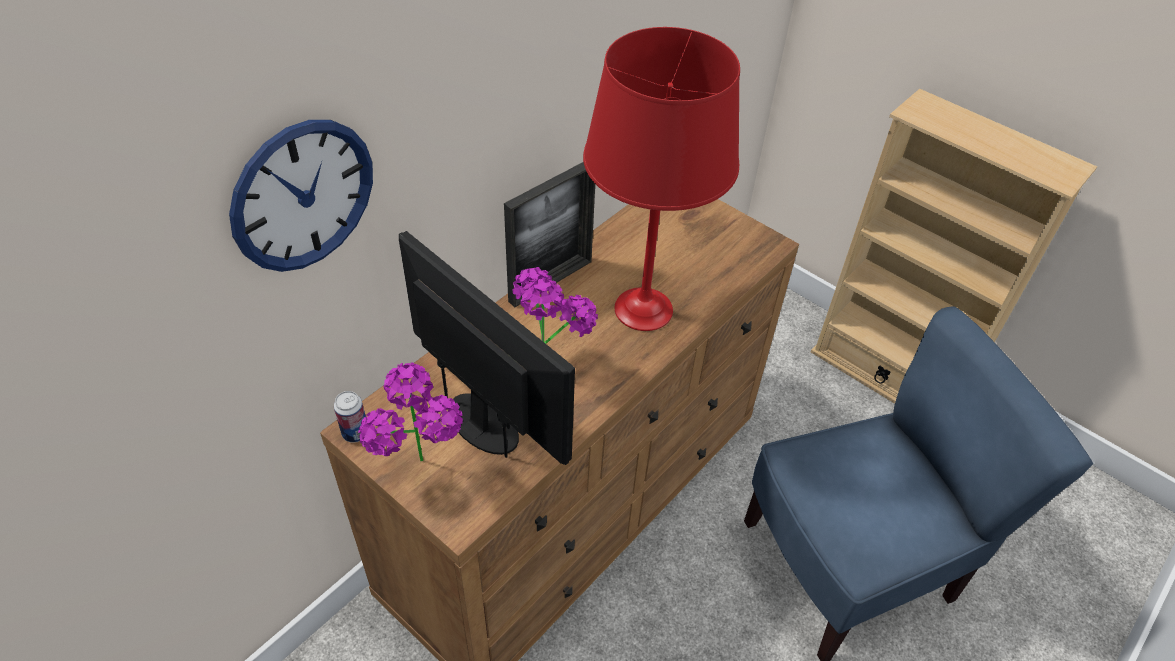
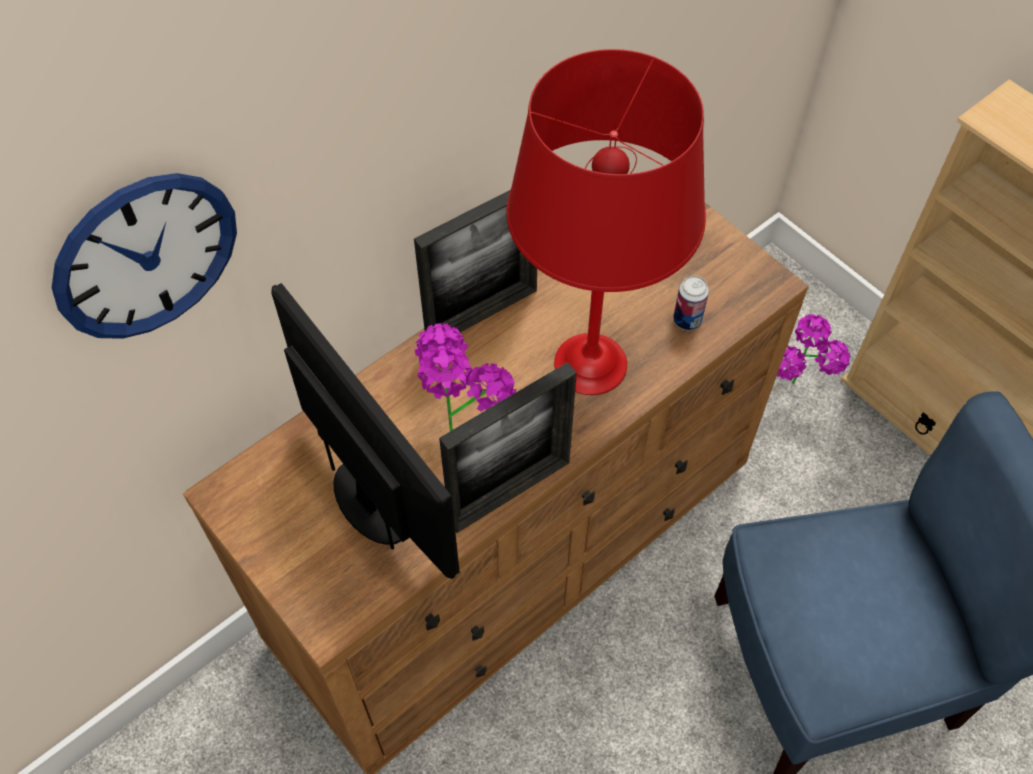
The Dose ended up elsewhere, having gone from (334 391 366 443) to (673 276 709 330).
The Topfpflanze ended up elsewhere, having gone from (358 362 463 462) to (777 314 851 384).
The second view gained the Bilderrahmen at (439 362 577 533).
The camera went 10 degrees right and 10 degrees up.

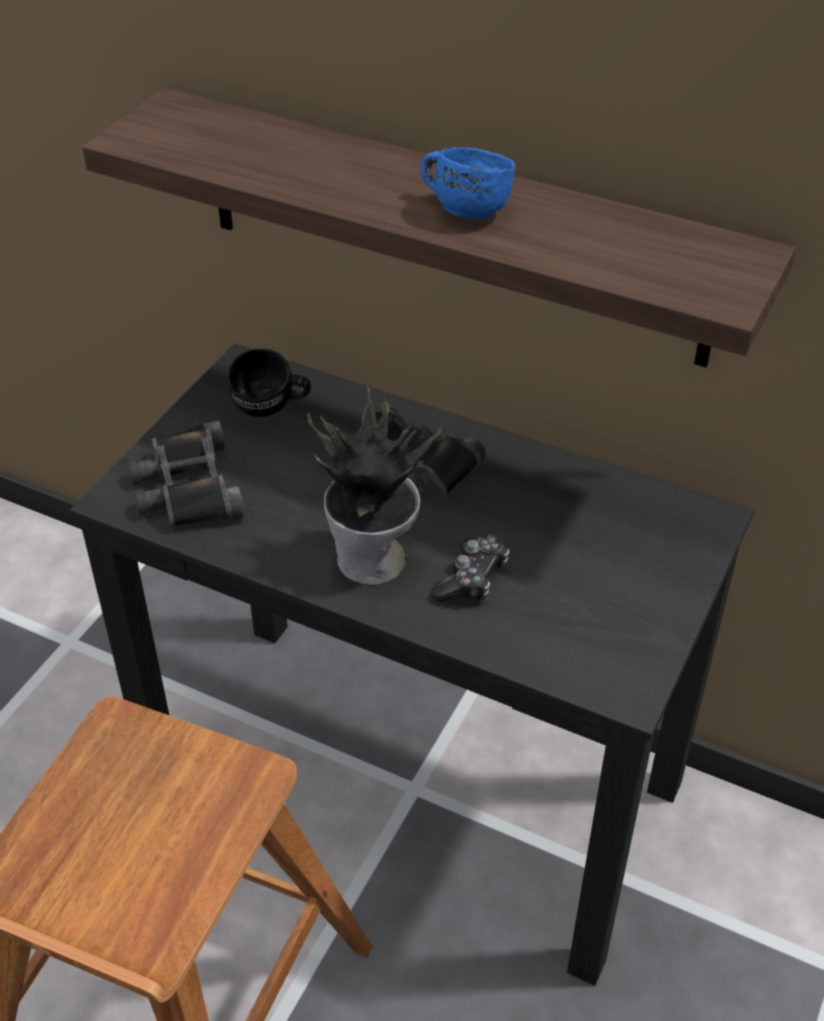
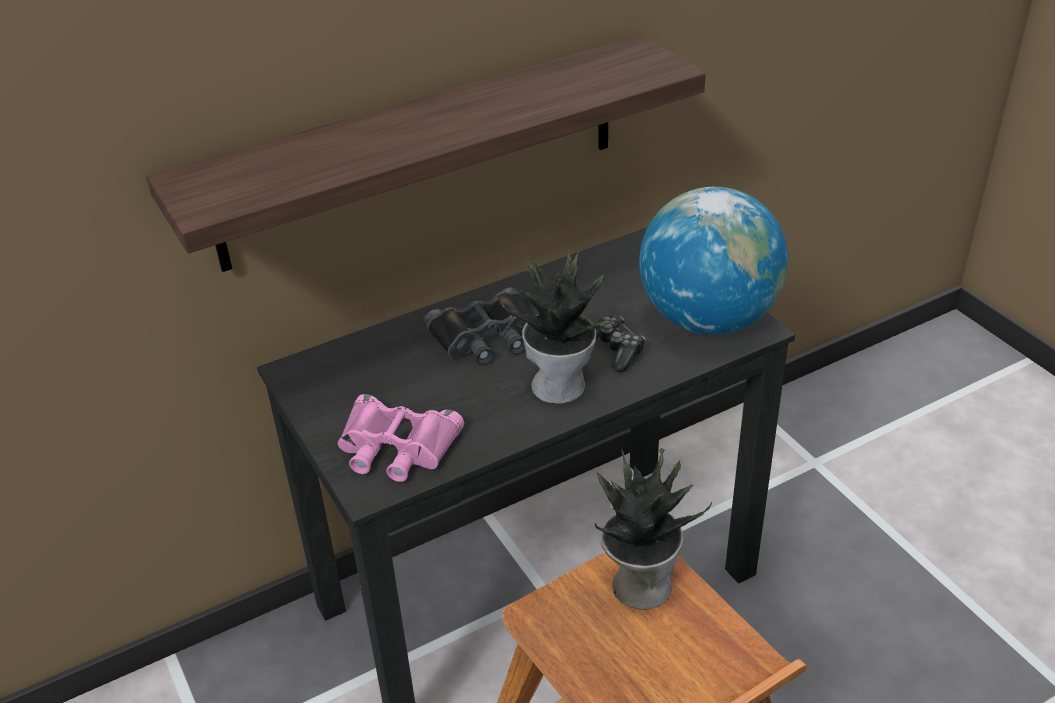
What was the Fernglas/schwarz at (129 420 244 527) turned into the Fernglas/rosa at (338 394 464 482).
The second view lost the Henkelbecher/schwarz at (227 349 311 417).
The second view lost the Henkelbecher/blau at (421 147 515 220).
The second view gained the Topfpflanze at (595 448 712 610).
The second view gained the Globus at (639 187 788 335).
The camera went 55 degrees left and 5 degrees down.

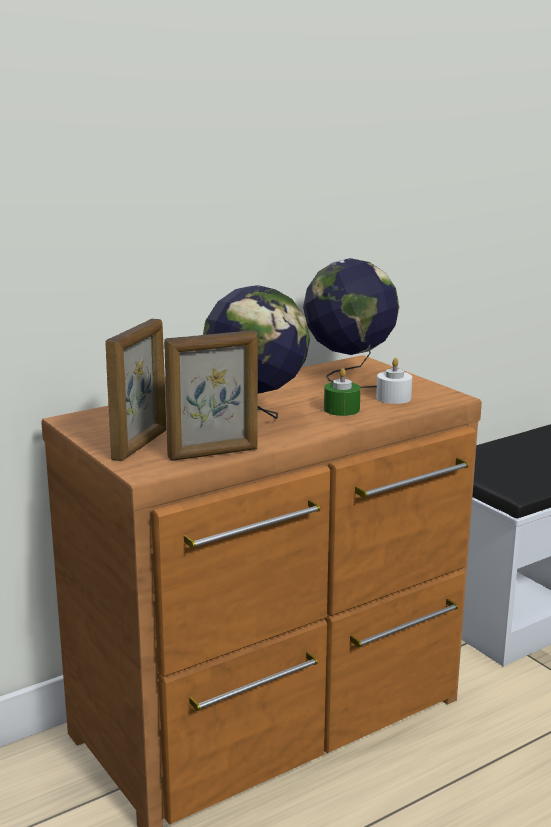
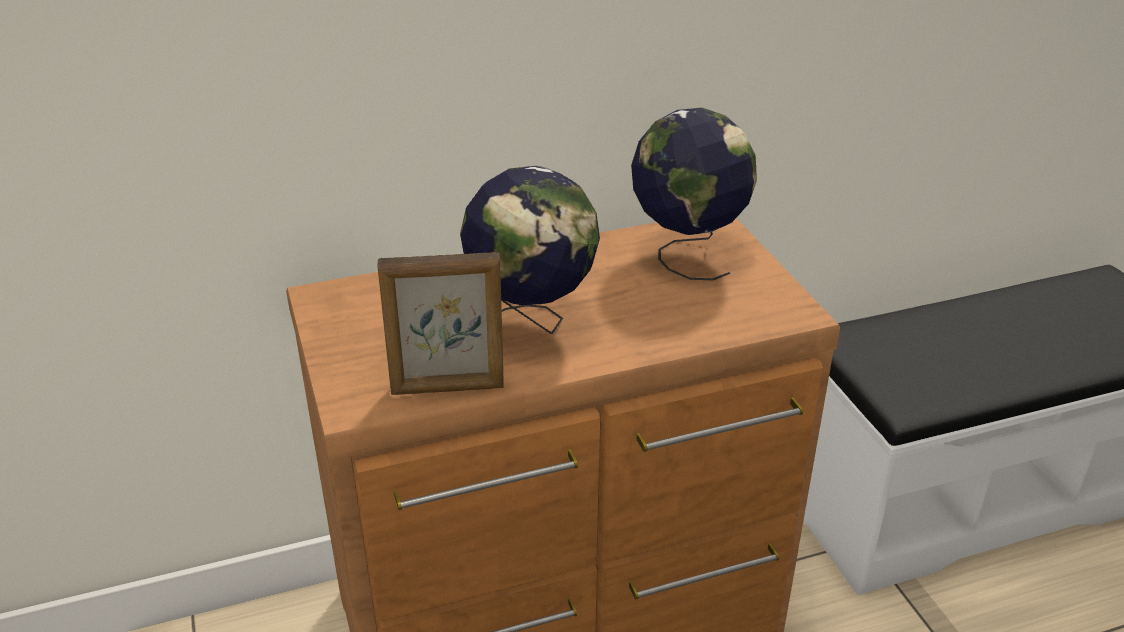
The second view lost the Bilderrahmen at (105 319 166 461).
The second view lost the Kerze/grün at (324 368 361 416).
The second view lost the Kerze/weiß at (376 358 412 404).
The camera went 15 degrees right and 15 degrees up.

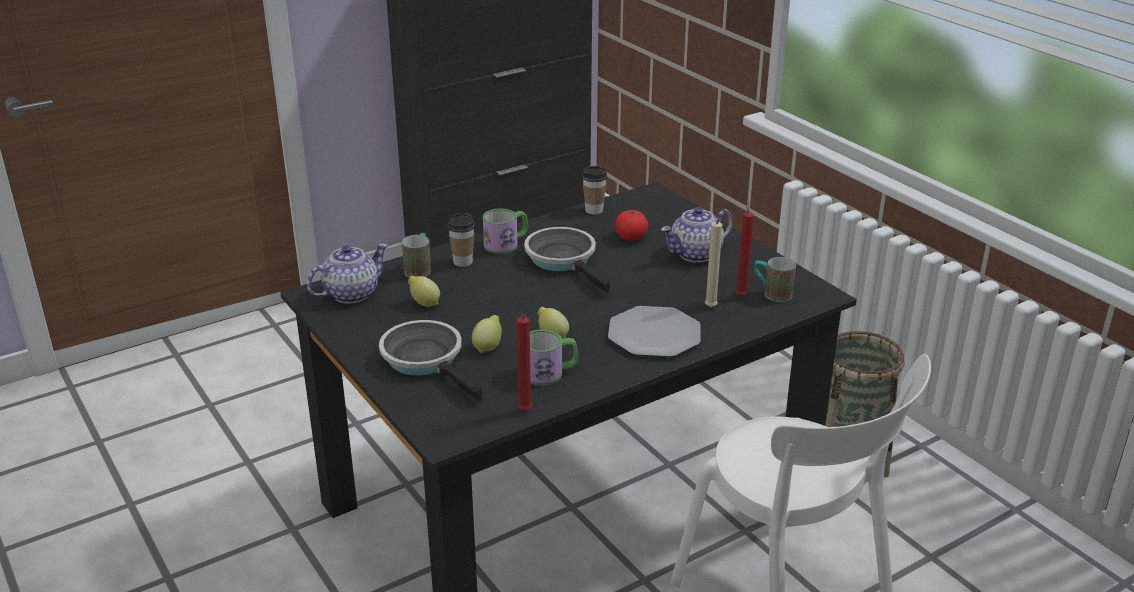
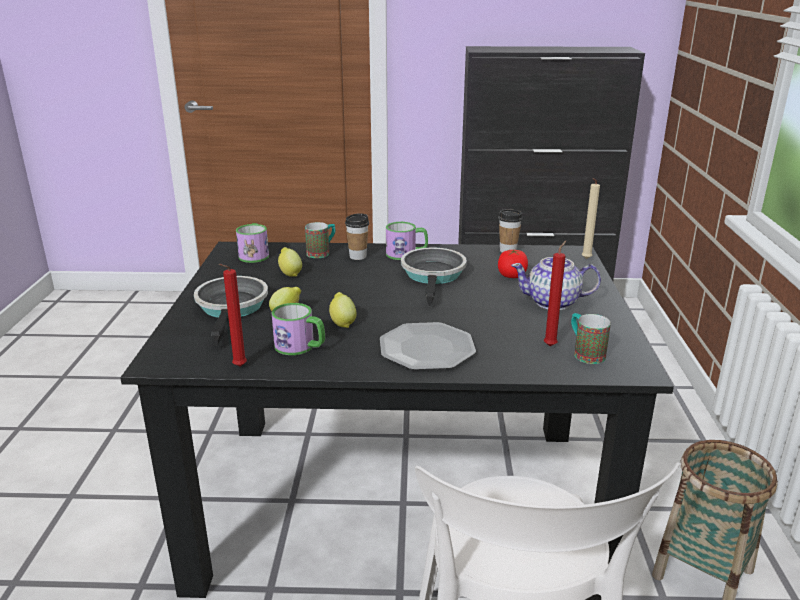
Where the Teekanne stood at (307 243 388 304), the Henkelbecher came to stand at (236 223 269 263).
The Kerze/beige ended up elsewhere, having gone from (705 219 722 308) to (582 178 600 259).
The camera went 35 degrees right and 5 degrees down.

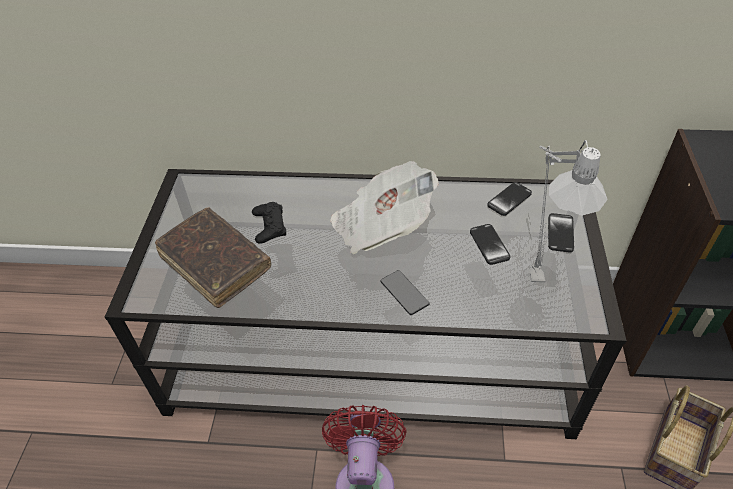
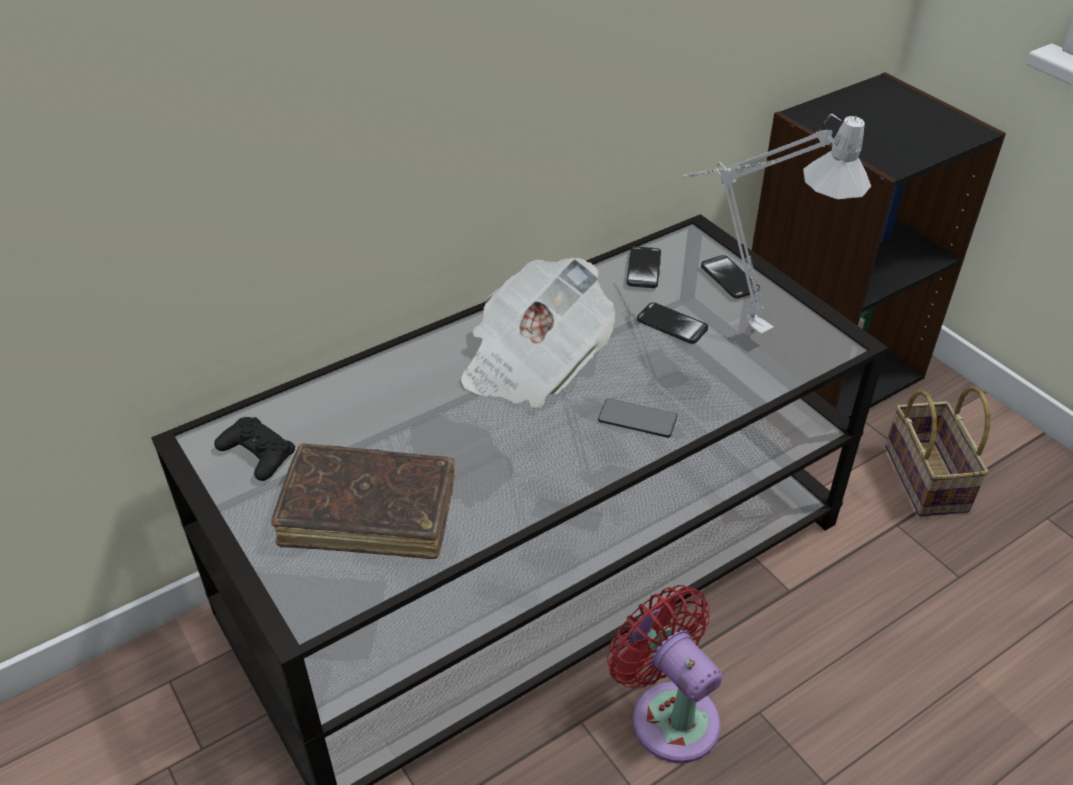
The Gamepad/schwarz ended up elsewhere, having gone from (252 202 286 244) to (214 417 295 481).
The camera went 40 degrees left and 5 degrees down.

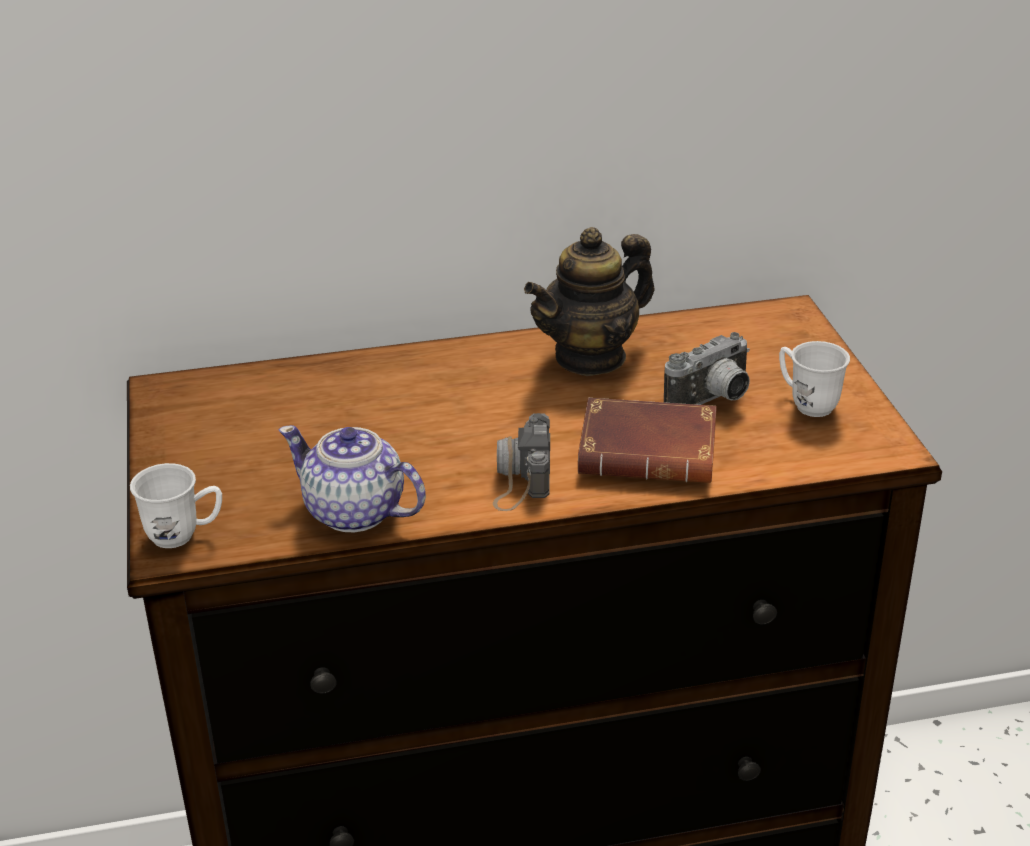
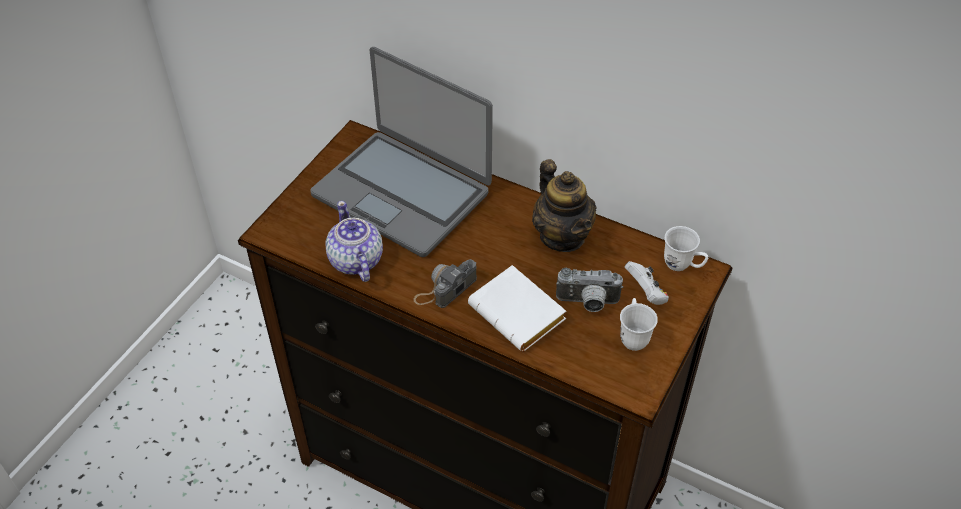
The Henkelbecher/weiß ended up elsewhere, having gone from (130 463 222 548) to (664 226 708 271).
The Teekanne at (524 227 655 376) ended up facing another way, 120 degrees counterclockwise from before.
What was the Buch/braun at (578 398 717 483) turned into the Buch/weiß at (468 265 566 352).
The second view gained the Laptop at (310 47 493 257).
The second view gained the Gamepad/weiß at (624 261 669 305).
The camera went 40 degrees right and 15 degrees up.

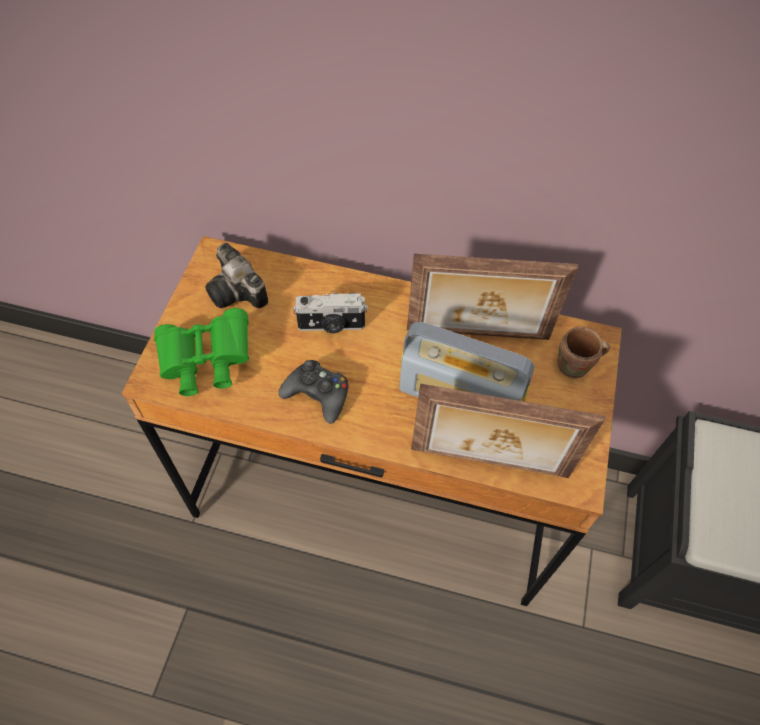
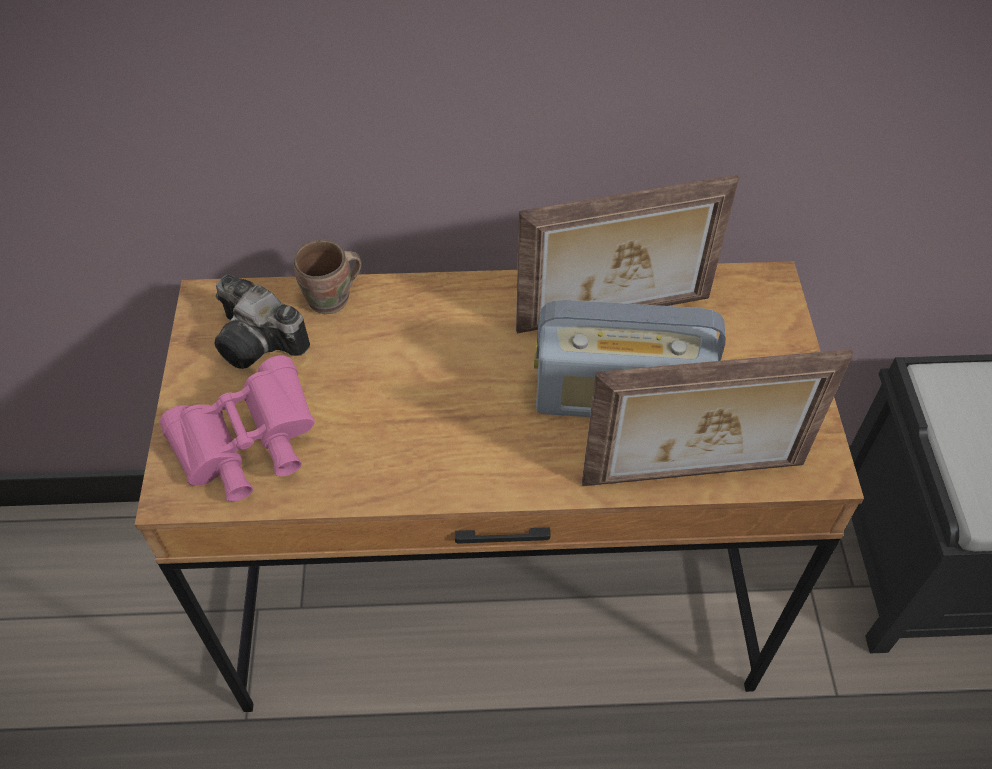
What was the Fernglas/grün at (154 308 249 396) turned into the Fernglas/rosa at (160 355 315 502).
The second view lost the Gamepad/schwarz at (278 360 348 424).
The second view lost the Kamera at (293 293 368 333).
The Henkelbecher/braun ended up elsewhere, having gone from (558 327 610 379) to (294 240 362 314).
The camera went 15 degrees left and 5 degrees down.

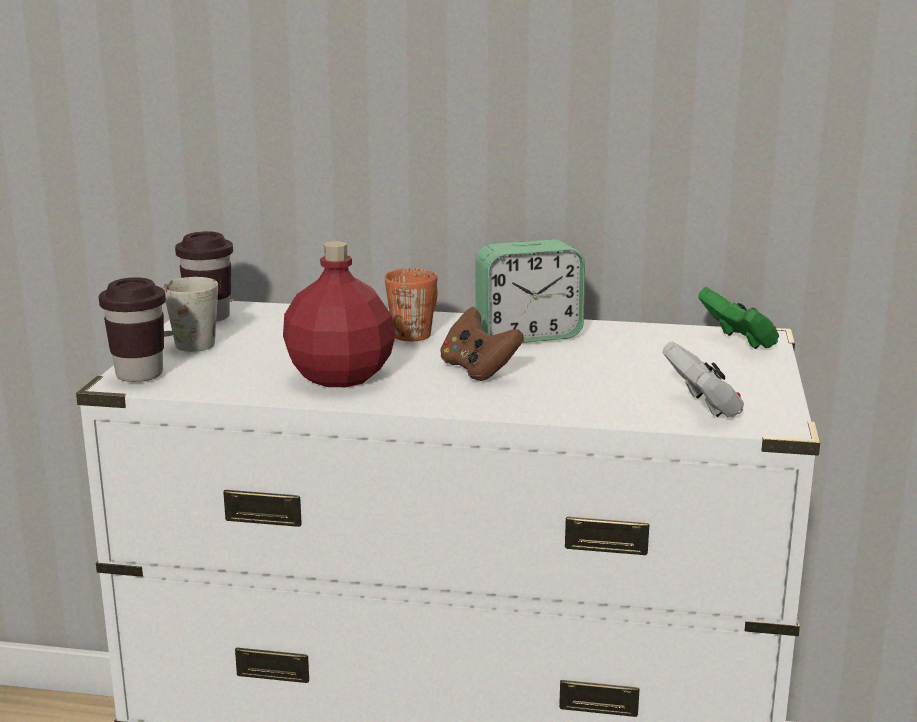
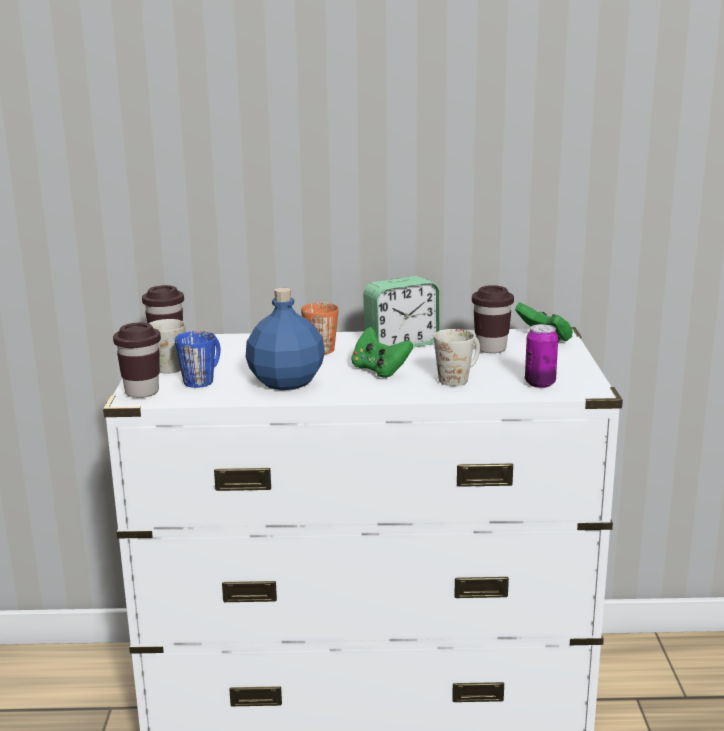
What was the Flasche/rot at (283 241 395 387) turned into the Flasche/blau at (246 288 325 390).
What was the Gamepad/braun at (440 307 524 381) turned into the Gamepad/grün at (351 327 413 378).
Where the Gamepad/weiß stood at (662 342 744 418), the Dose came to stand at (525 324 558 388).
The second view gained the Henkelbecher/blau at (175 331 221 388).
The second view gained the Henkelbecher/weiß at (434 329 480 386).
The second view gained the Tasse/braun at (472 285 514 353).
The camera went 10 degrees left and 0 degrees up.

